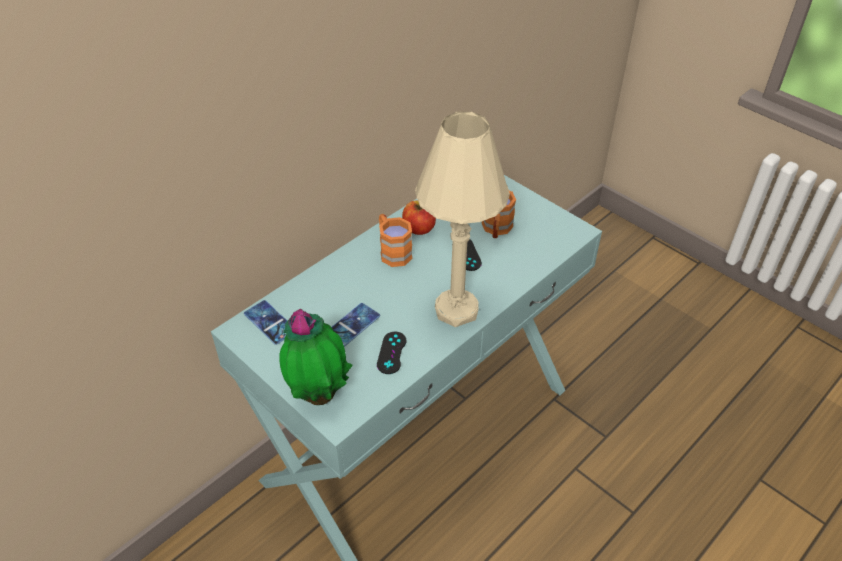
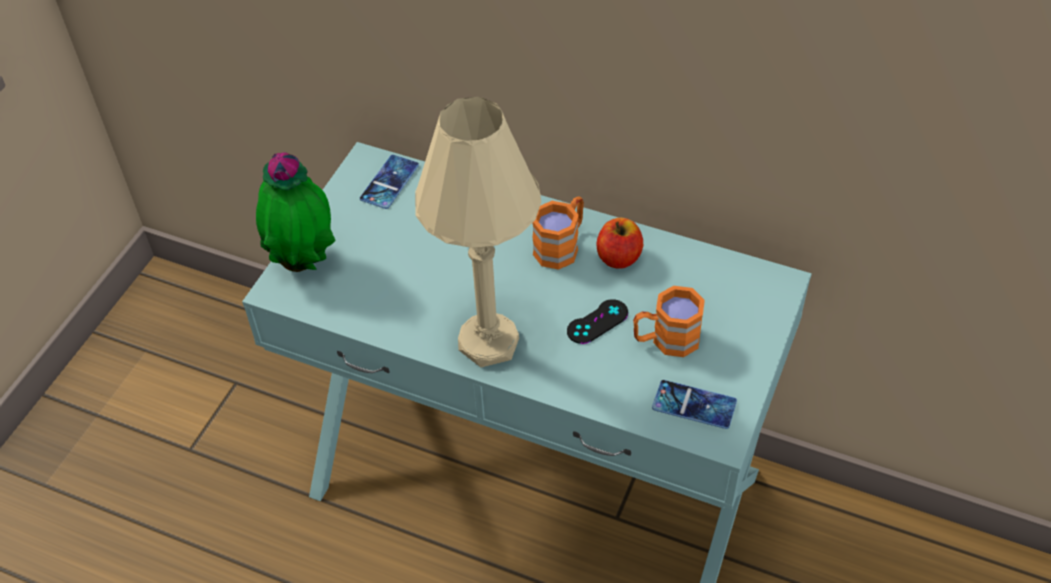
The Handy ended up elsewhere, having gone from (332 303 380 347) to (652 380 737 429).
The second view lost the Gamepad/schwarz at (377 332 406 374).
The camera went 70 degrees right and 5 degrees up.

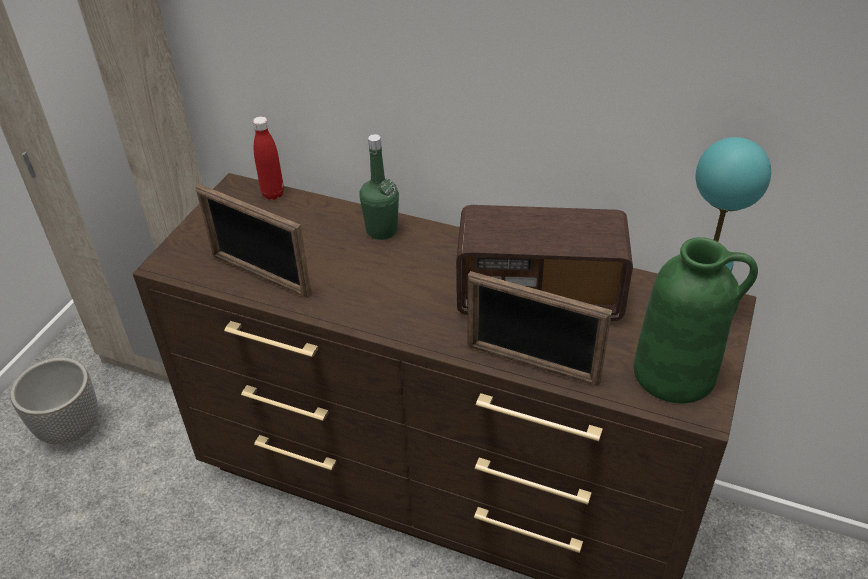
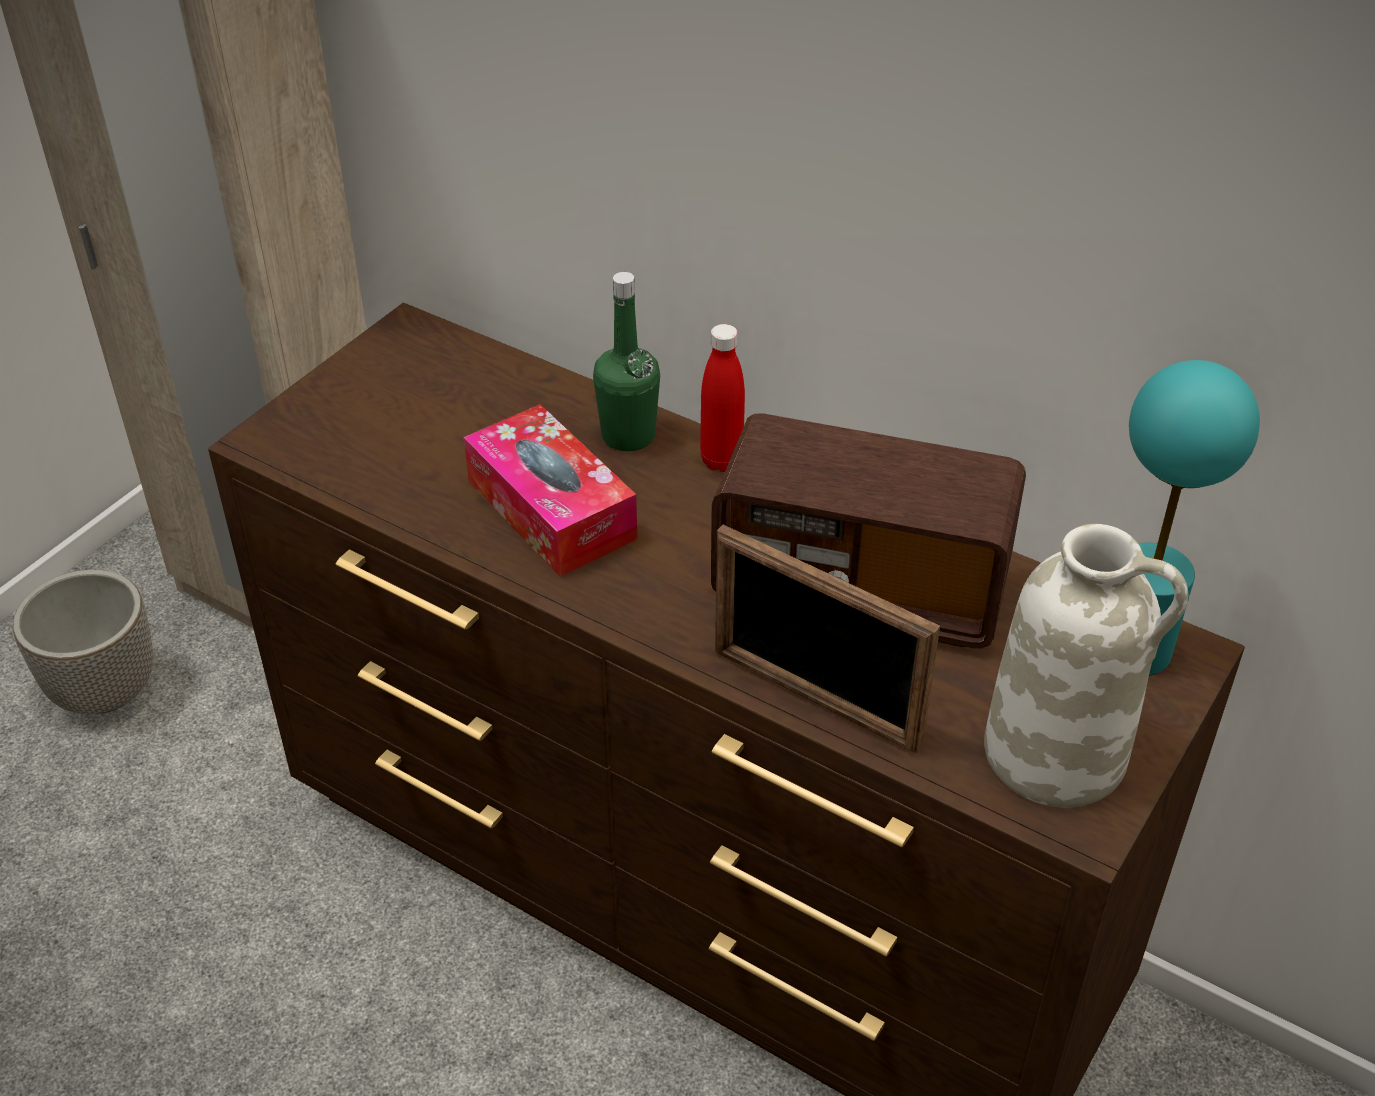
The second view lost the Bilderrahmen at (196 184 312 298).
The Flasche/rot ended up elsewhere, having gone from (253 116 284 200) to (700 324 745 472).
What was the Vase/grün at (634 237 758 404) turned into the Vase/weiß at (984 524 1188 807).
The second view gained the Taschentuchbox at (464 404 637 577).
The camera went 10 degrees right and 0 degrees up.

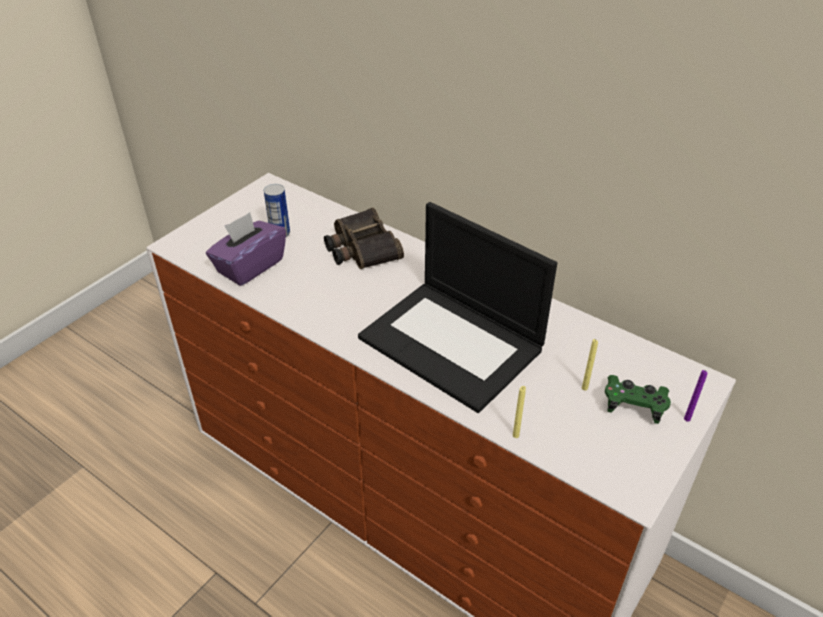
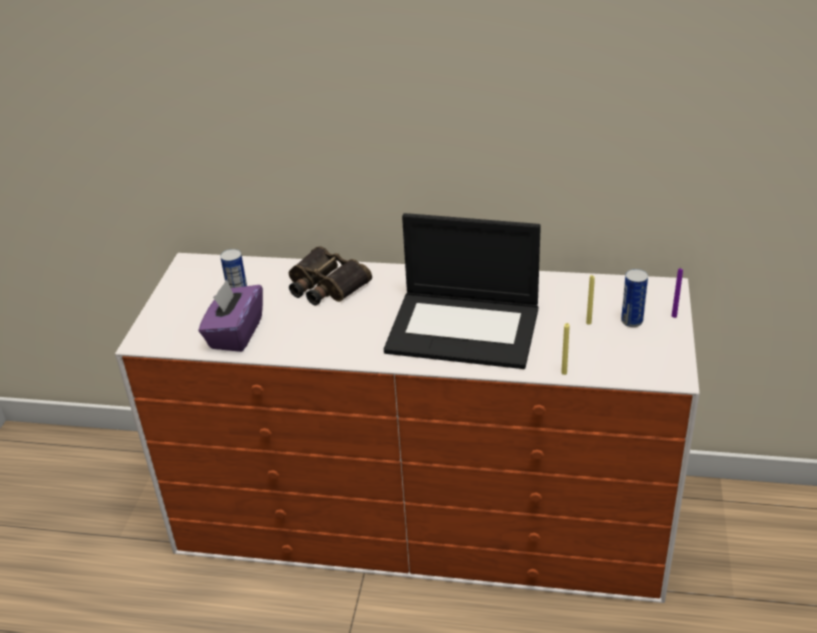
Where the Gamepad/grün stood at (605 375 671 424), the Dose came to stand at (621 269 648 327).
The camera went 25 degrees left and 5 degrees down.

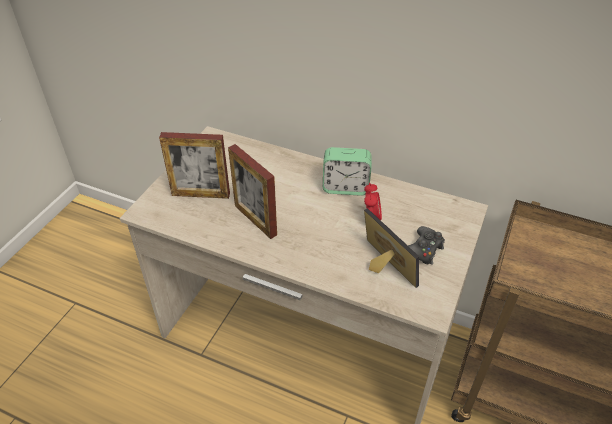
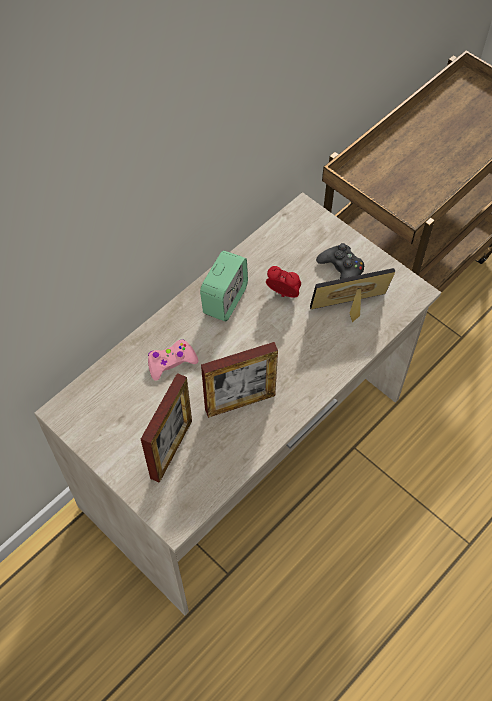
The second view gained the Gamepad/rosa at (148 339 198 381).
The camera went 70 degrees left and 15 degrees up.

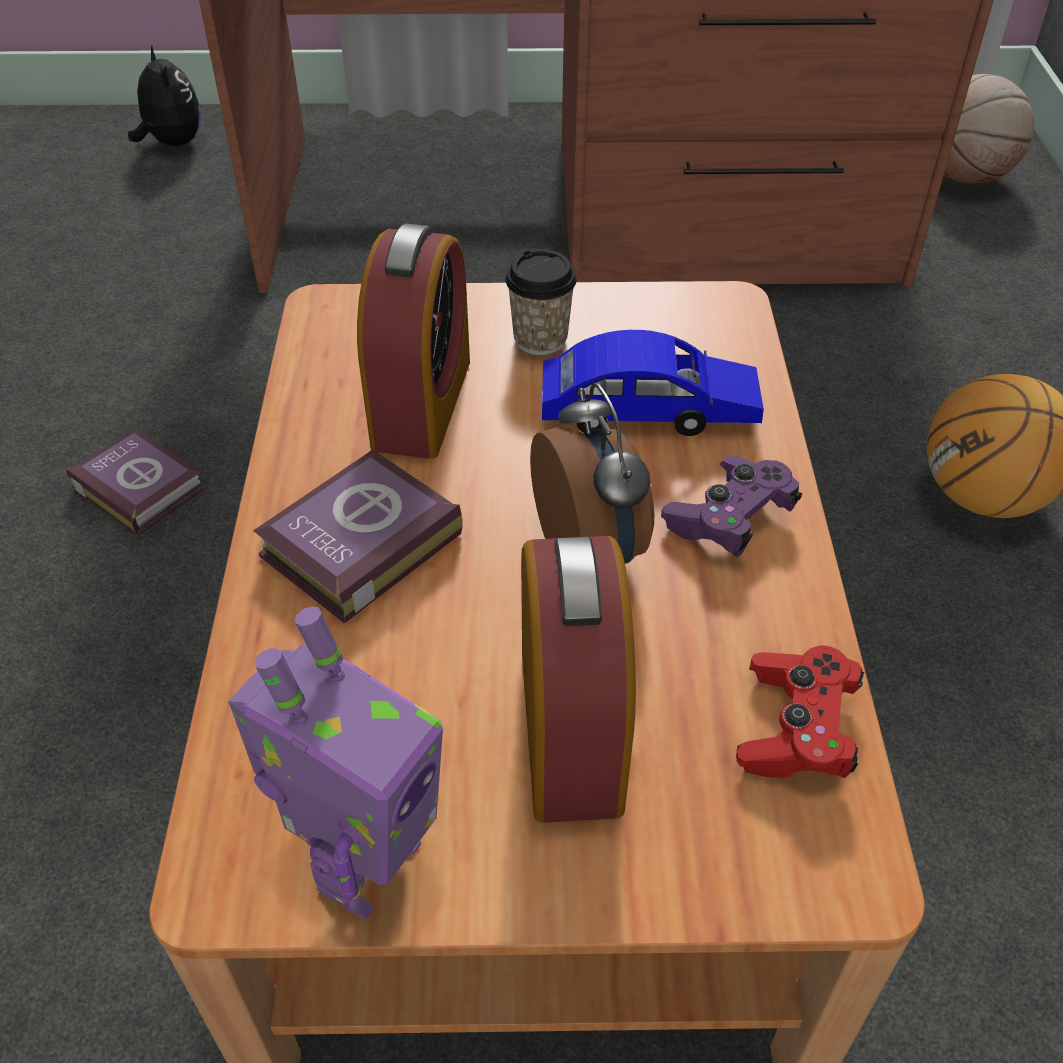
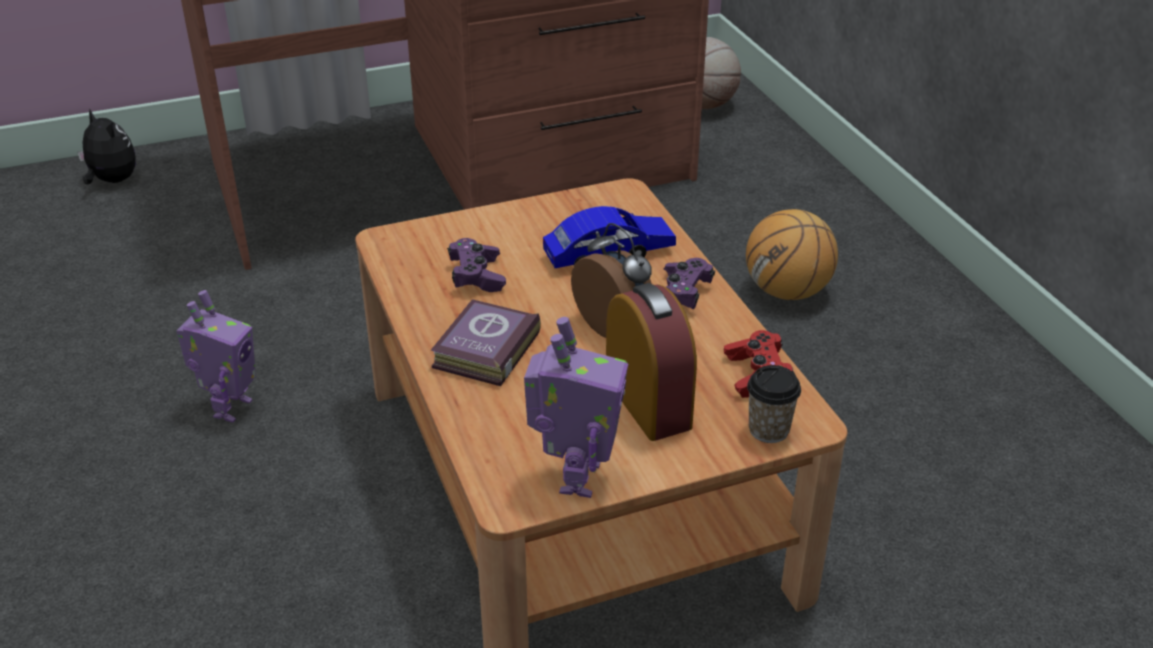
Where the Buch stood at (66 428 206 536), the Spielzeugroboter came to stand at (176 290 256 422).
Where the Wecker stood at (357 224 470 459), the Gamepad/lila came to stand at (447 238 506 292).
The Tasse ended up elsewhere, having gone from (505 249 577 355) to (747 365 801 443).
The camera went 20 degrees left and 10 degrees down.

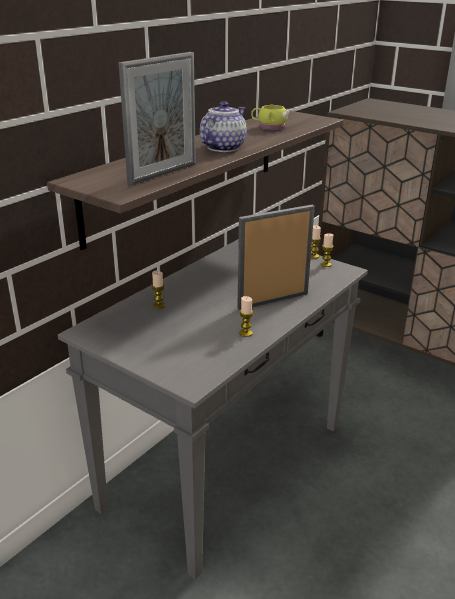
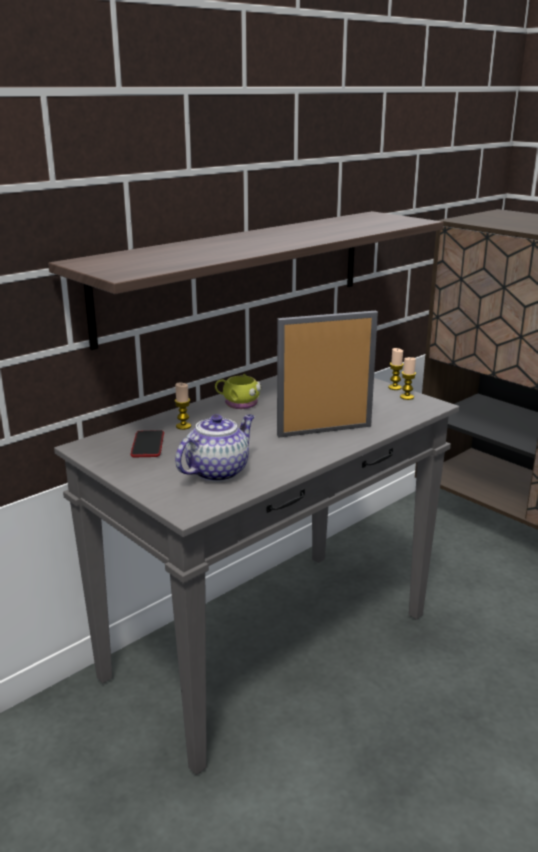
The second view lost the Bilderrahmen at (119 52 196 186).
The Teekanne ended up elsewhere, having gone from (200 101 247 152) to (175 414 255 482).
The second view lost the Kerze at (239 296 253 337).
The Henkelbecher/gelb ended up elsewhere, having gone from (251 104 290 130) to (215 374 262 409).
The second view gained the Handy at (130 430 164 457).
The camera went 10 degrees right and 5 degrees down.

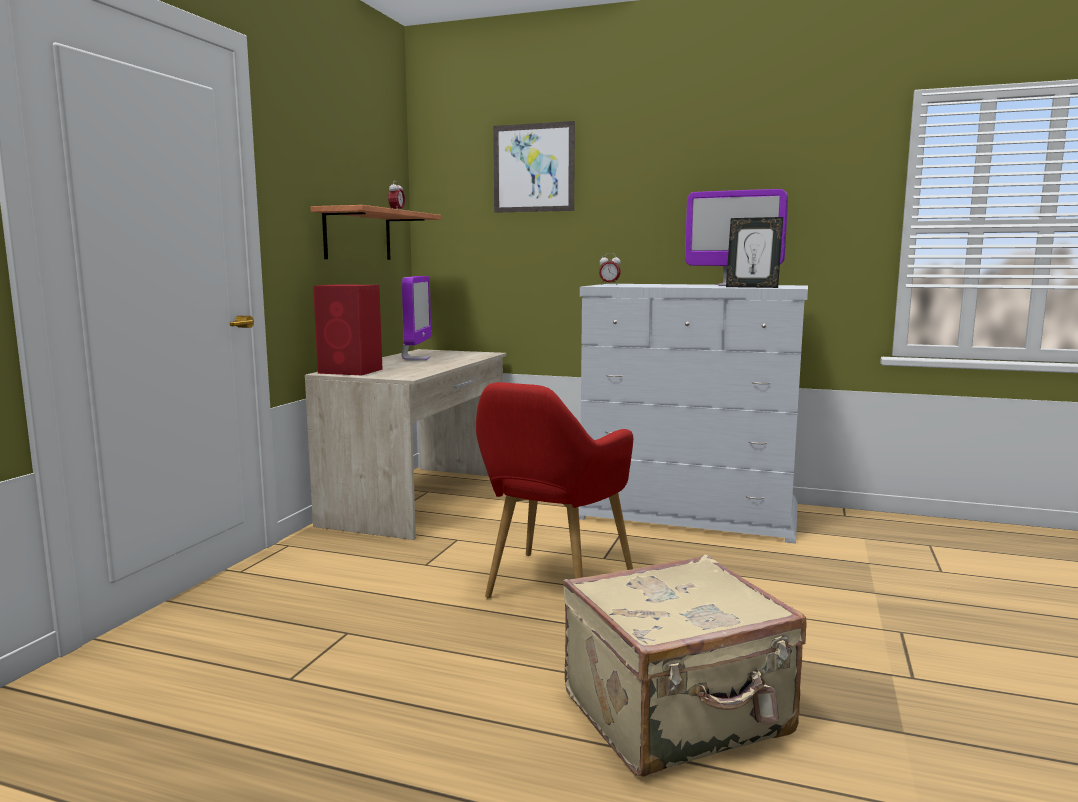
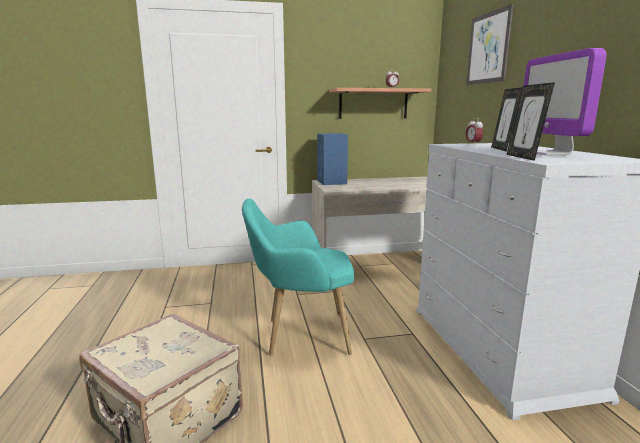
What was the Lautsprecher/rot at (313 284 382 375) turned into the Lautsprecher/blau at (317 133 348 185).
The second view lost the Monitor at (401 276 431 361).
What was the Sessel/rot at (476 382 633 598) turned into the Sessel/türkis at (242 199 354 355).
The second view gained the Bilderrahmen at (491 87 522 152).
The camera went 60 degrees right and 5 degrees up.

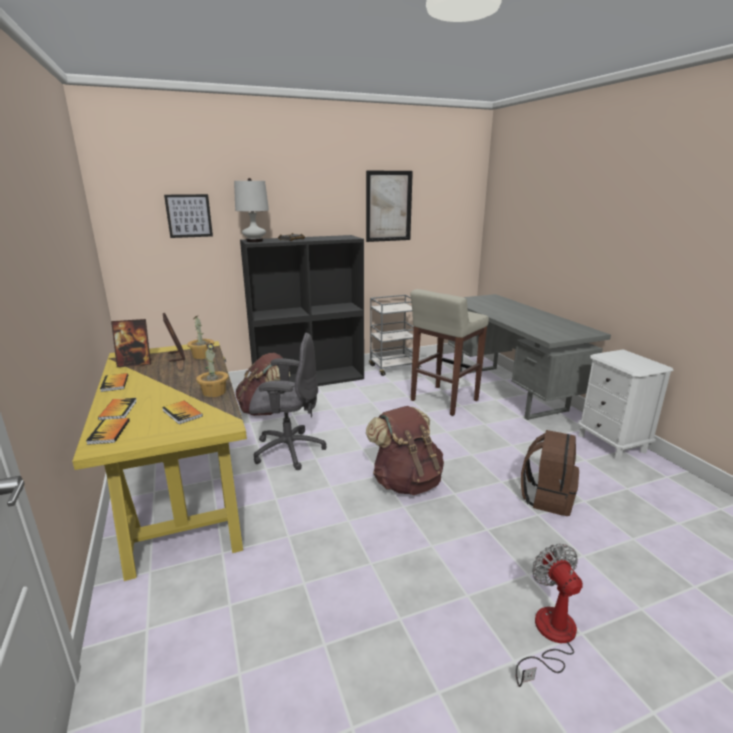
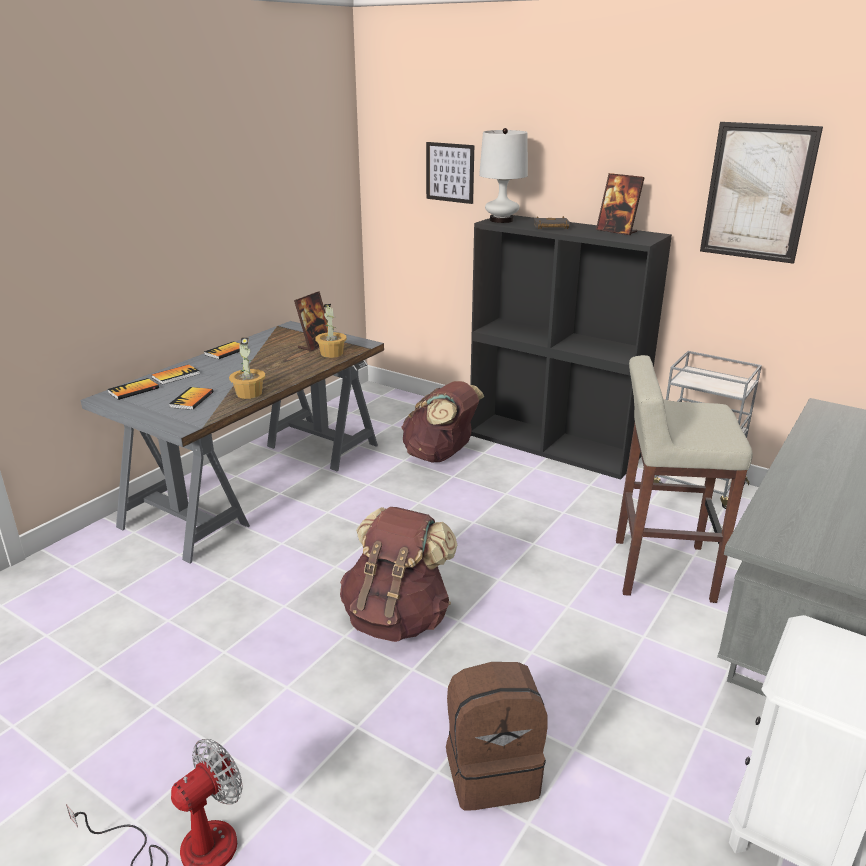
What was the Schreibtisch/gelb at (72 341 247 581) turned into the Schreibtisch/grau at (80 321 384 564).
The Bilderrahmen ended up elsewhere, having gone from (111 319 151 367) to (596 173 645 235).
The second view lost the Bürostuhl/grau at (249 333 327 470).
The camera went 55 degrees right and 5 degrees up.

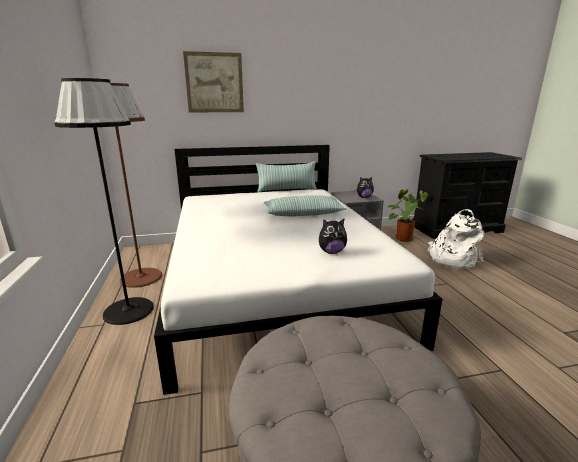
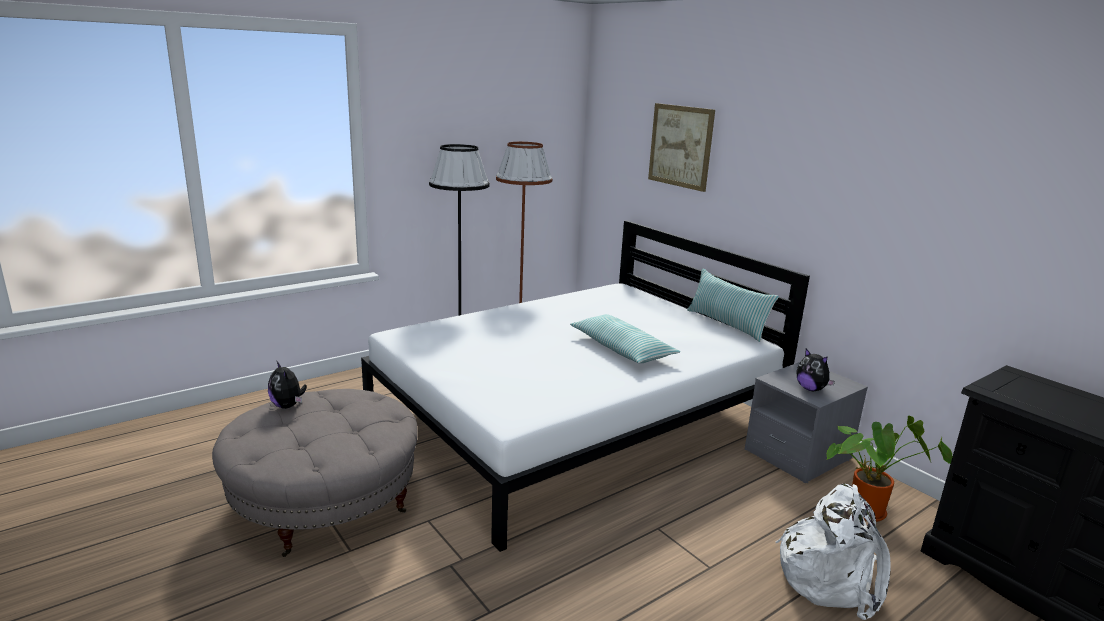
The Plüschtier ended up elsewhere, having gone from (319 218 347 254) to (268 360 307 409).
The camera went 65 degrees right and 0 degrees up.

